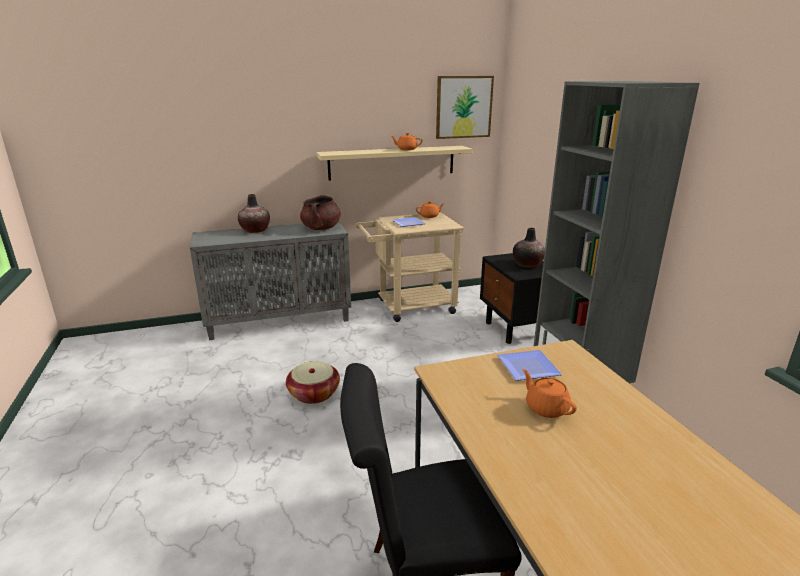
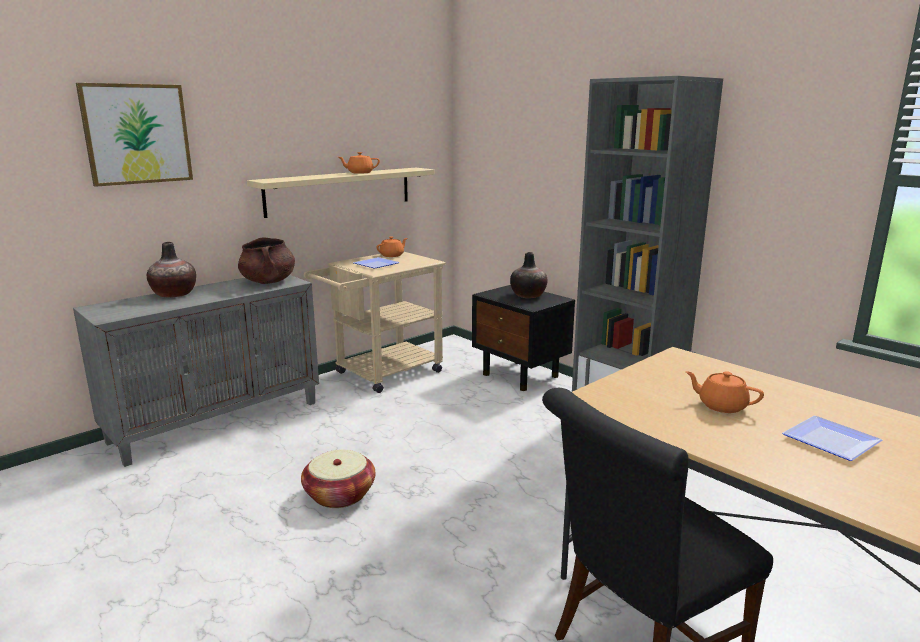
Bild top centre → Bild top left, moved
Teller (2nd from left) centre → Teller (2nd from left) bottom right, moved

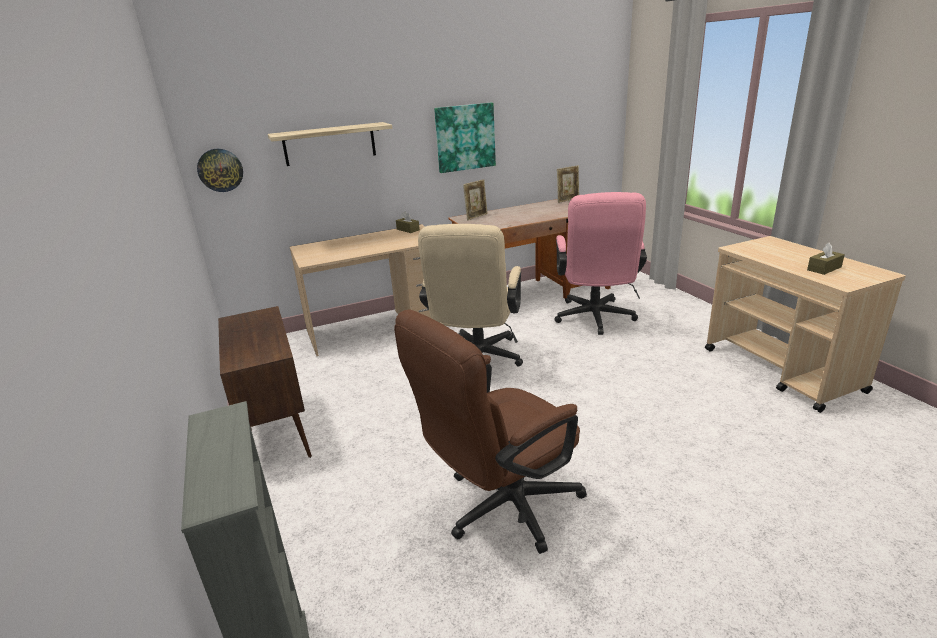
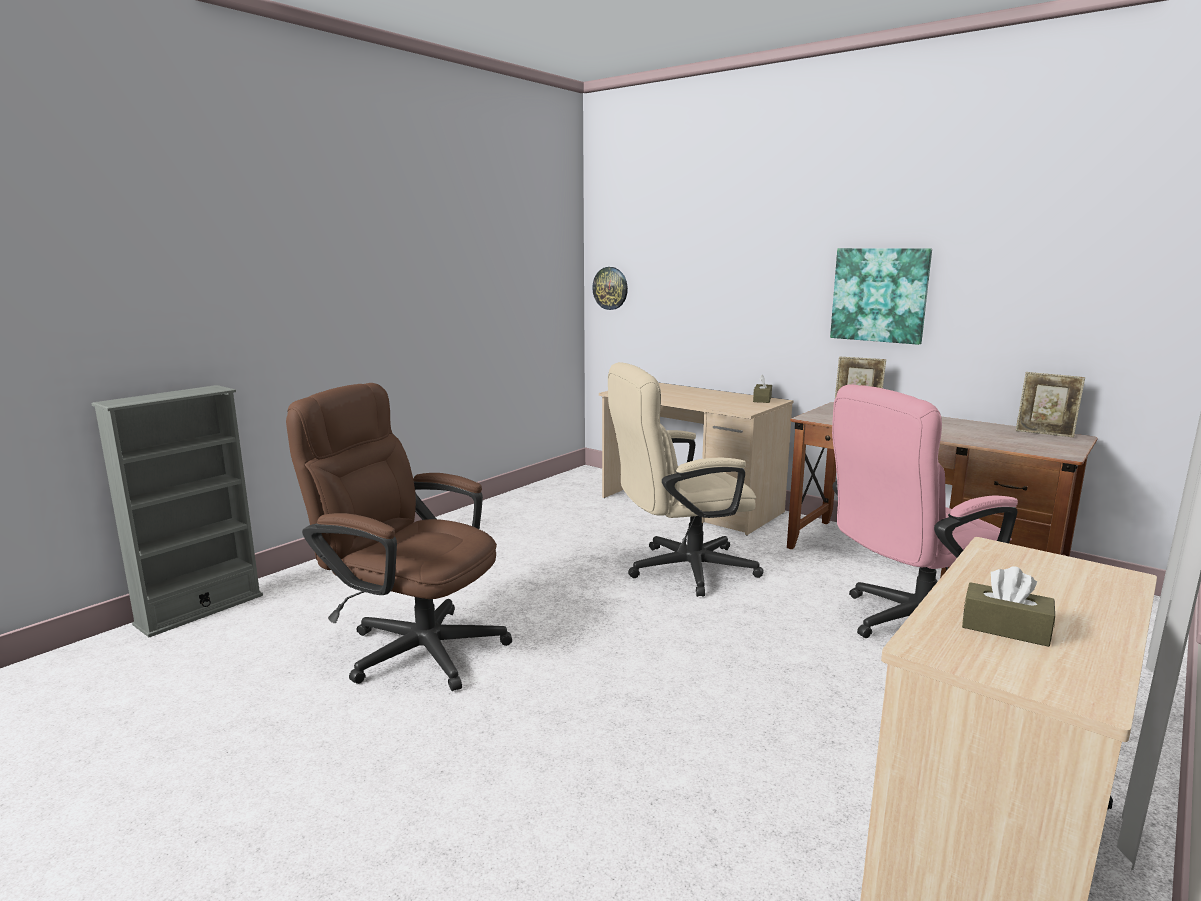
Schrank/braun middle left → -
Wandregal top centre → -

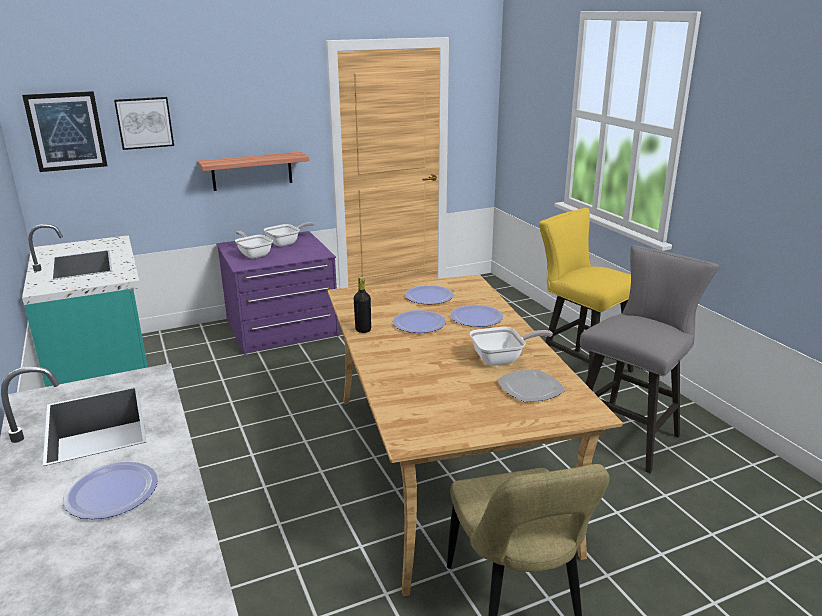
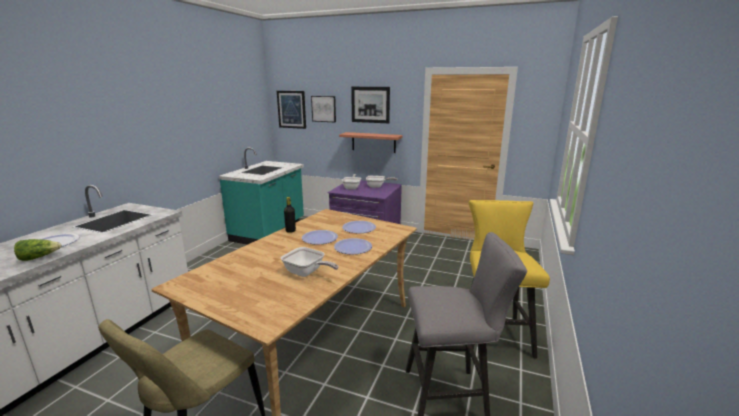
Teller (5th from left) centre → -
- → Salatkopf middle left
- → Bild (3rd from left) top centre

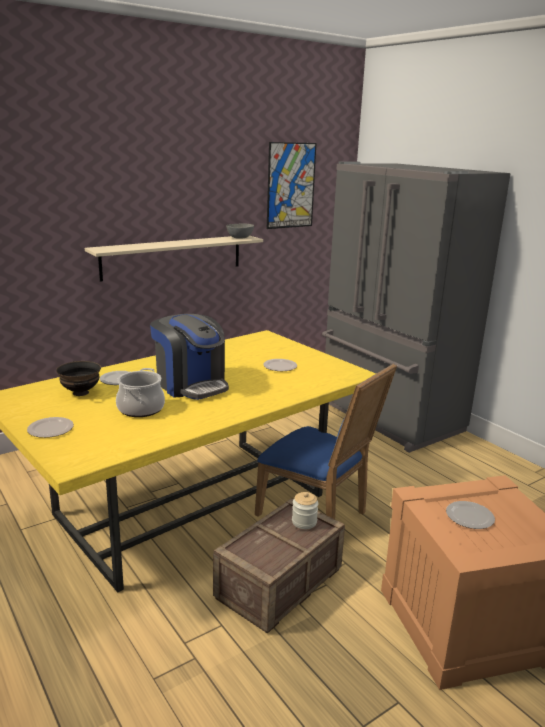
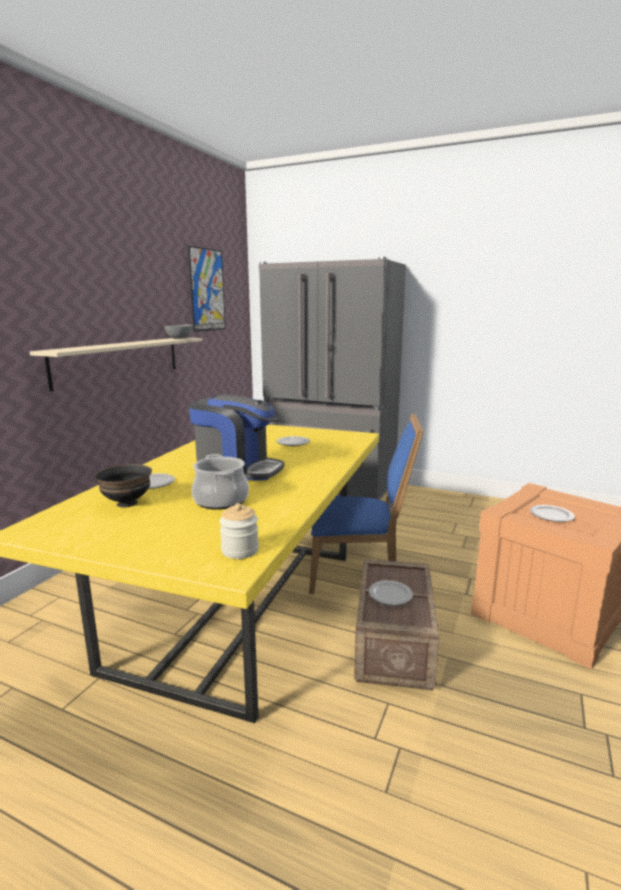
Teller (1st from left in the first image) middle left → Teller (3rd from left) centre, moved
Vorratsglas bottom centre → Vorratsglas centre, moved

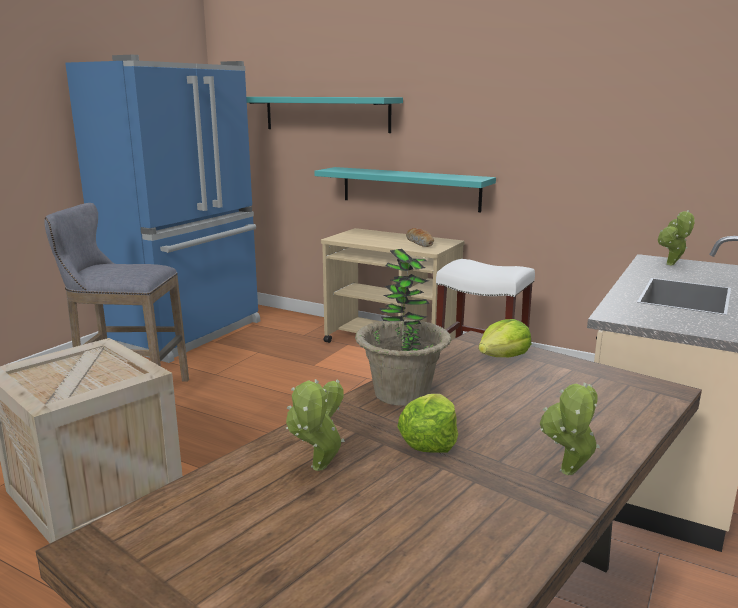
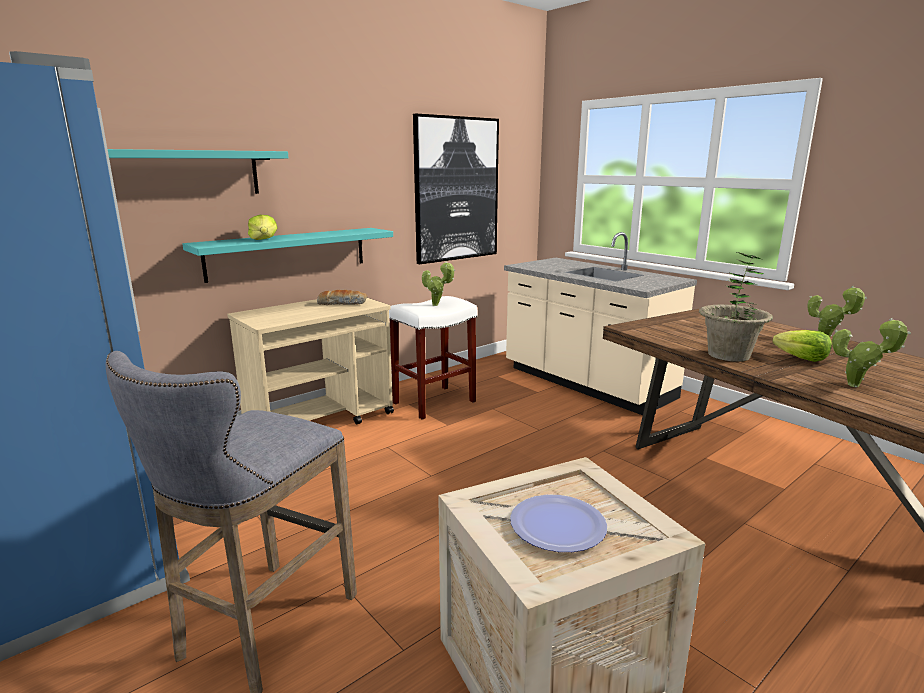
Salatkopf (2nd from left in the first image) middle right → Salatkopf (1st from left) top left, moved
Topfpflanze (4th from left in the first image) middle right → Topfpflanze (1st from left) centre, moved
- → Bild top centre
- → Teller bottom centre

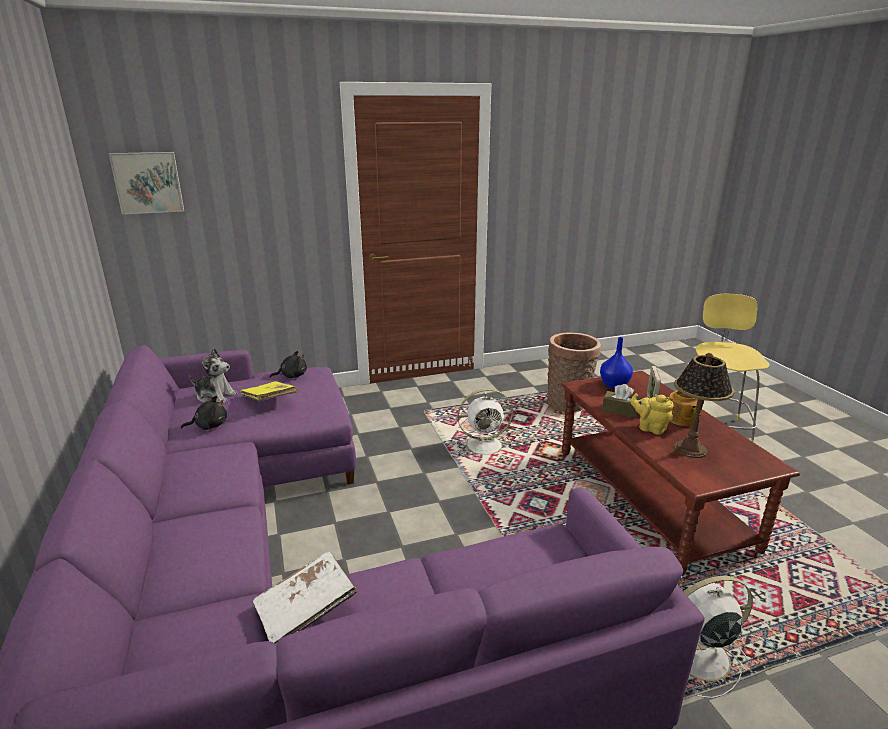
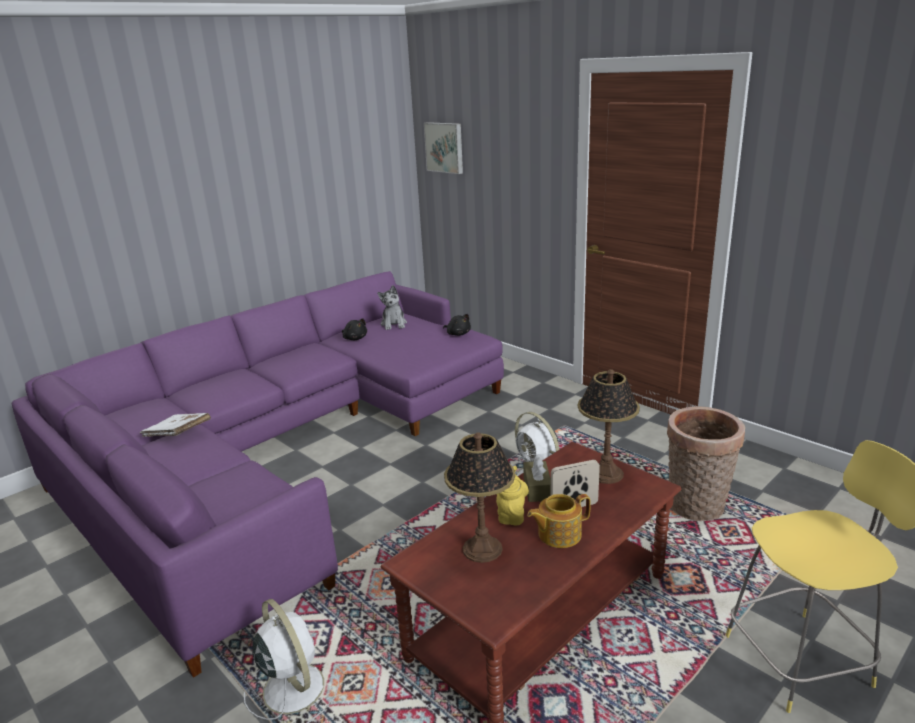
Buch/gelb middle left → -
Vase/blau middle right → Tischlampe (2nd from left) centre

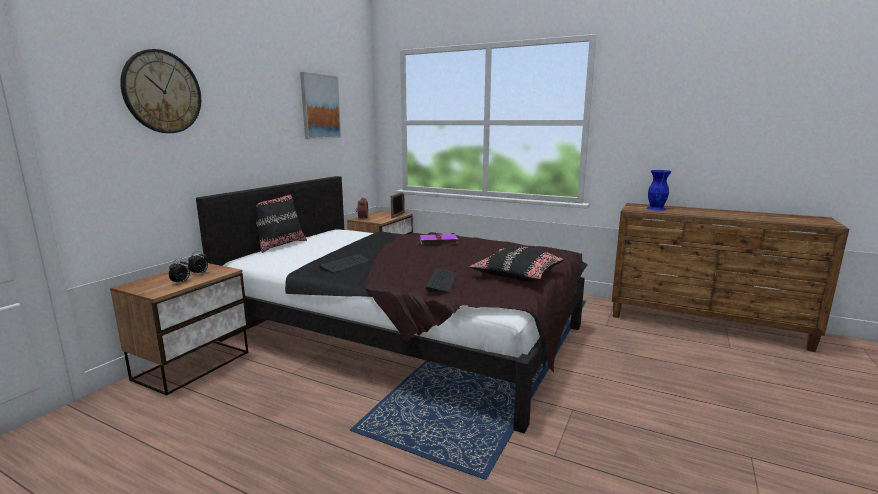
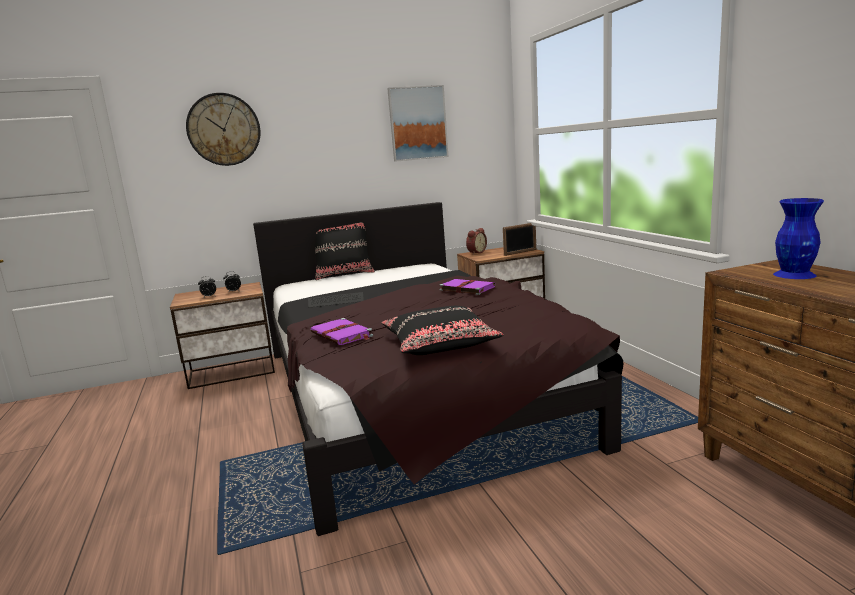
Tastatur (2nd from left) centre → Buch/lila (1st from left) centre

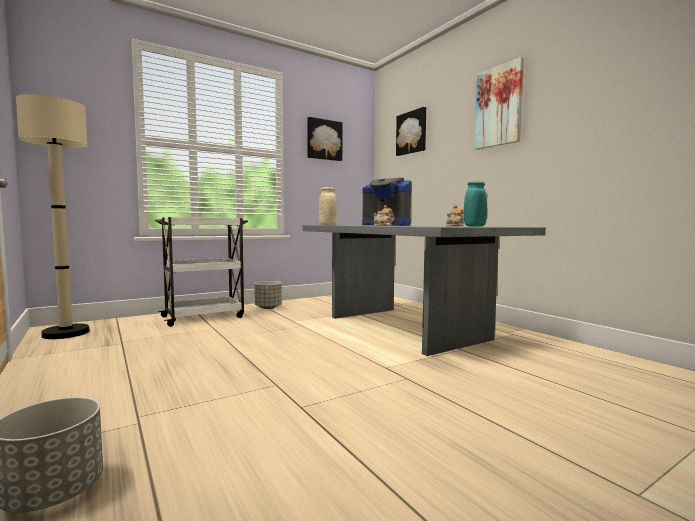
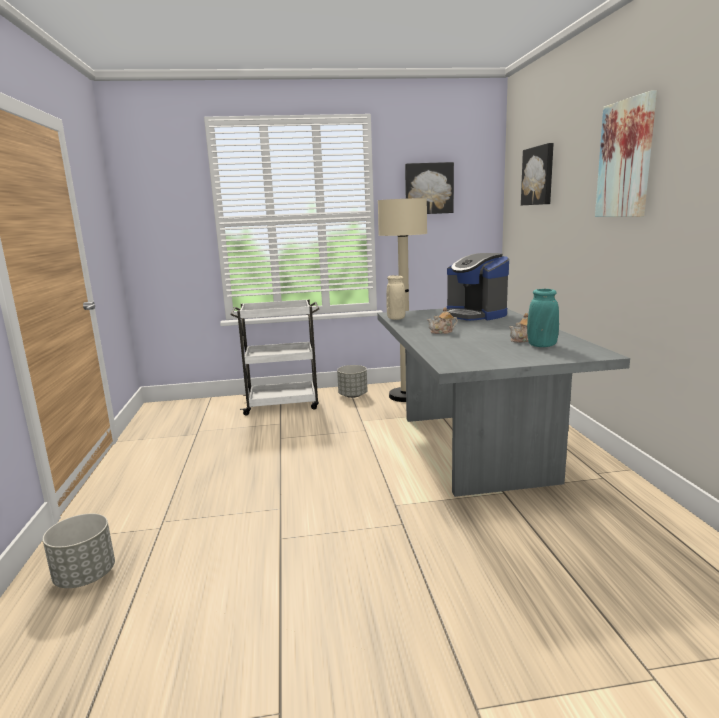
Stehlampe/beige middle left → Stehlampe/beige centre, moved

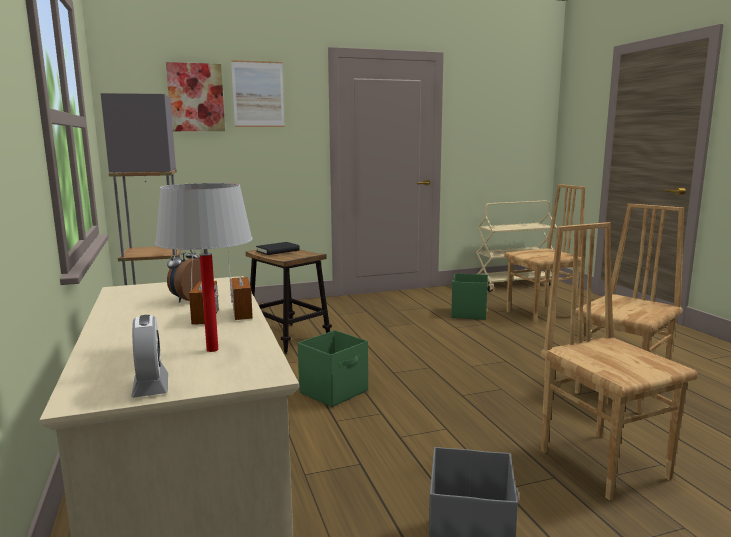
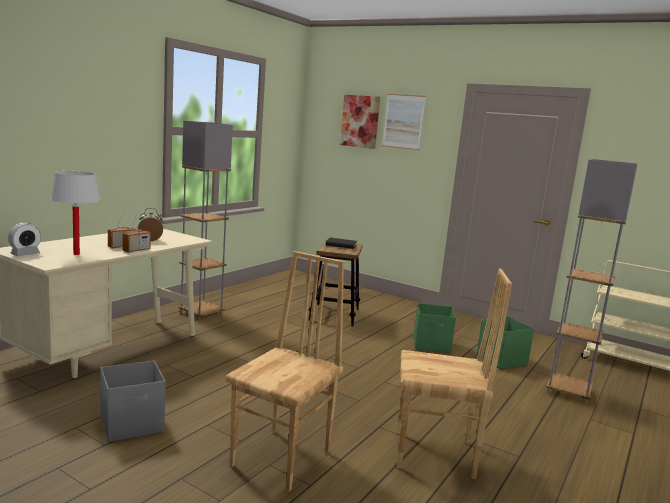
Aufbewahrungsbox/grün (1st from left) bottom centre → Aufbewahrungsbox/grün (1st from left) centre, moved
Stuhl/braun (1st from left) middle right → Stehlampe/grau (2nd from left) middle right

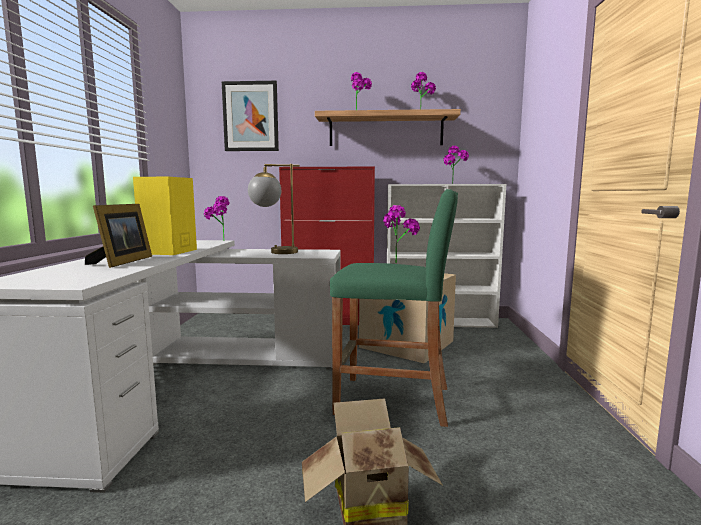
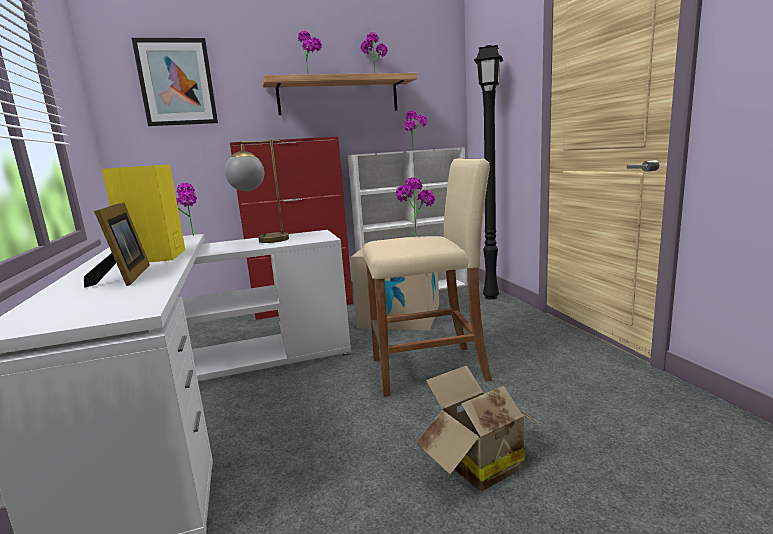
Hocker/grün centre → Hocker/beige centre
- → Stehlampe/schwarz top centre

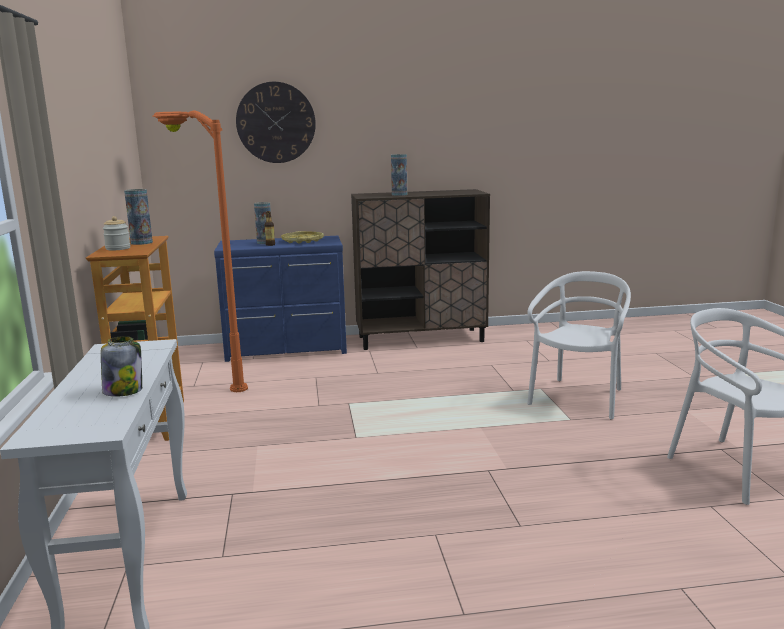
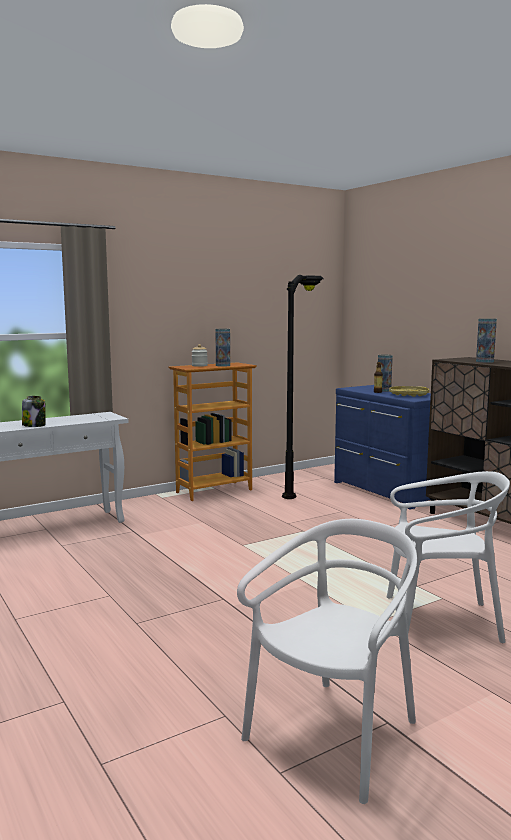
Stehlampe/orange middle left → Stehlampe/schwarz centre
Wanduhr top centre → -

